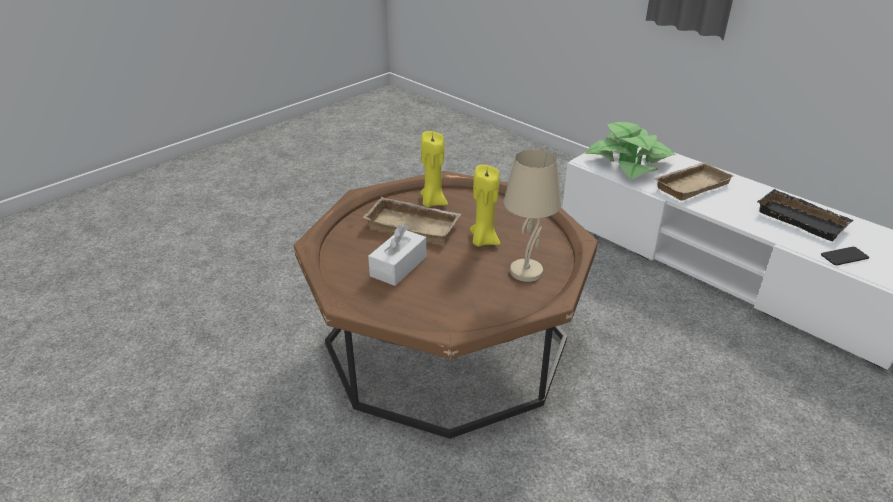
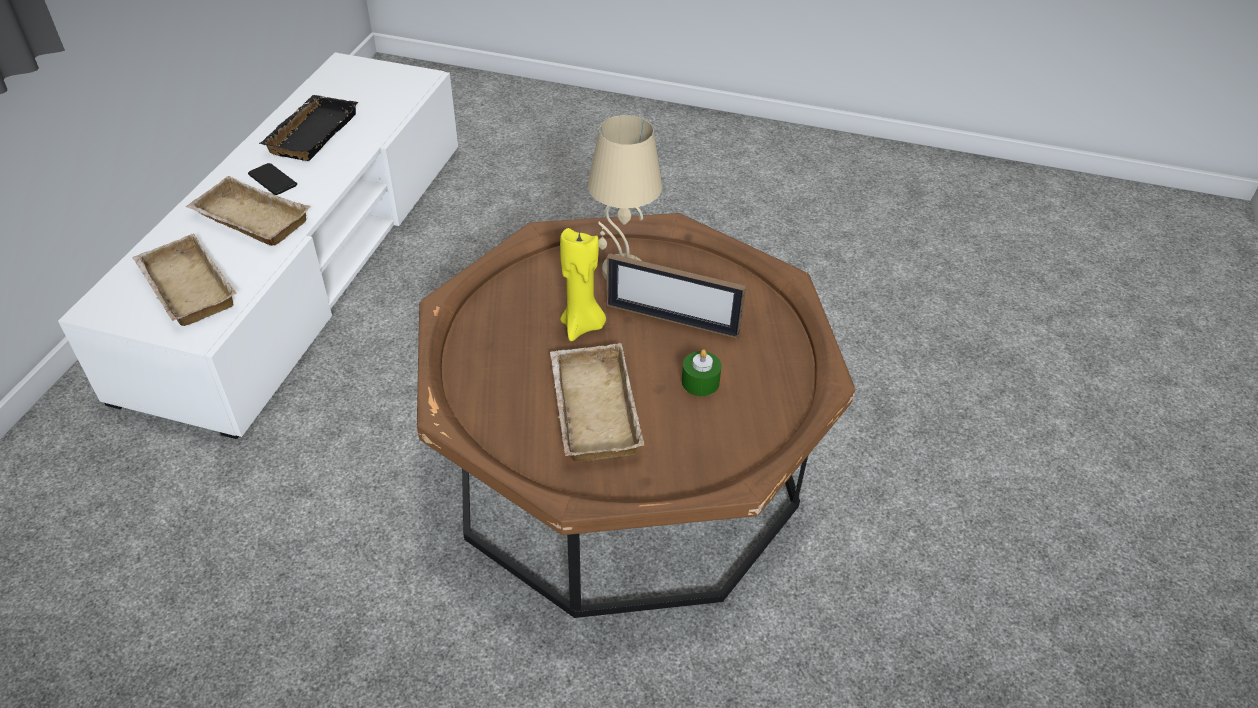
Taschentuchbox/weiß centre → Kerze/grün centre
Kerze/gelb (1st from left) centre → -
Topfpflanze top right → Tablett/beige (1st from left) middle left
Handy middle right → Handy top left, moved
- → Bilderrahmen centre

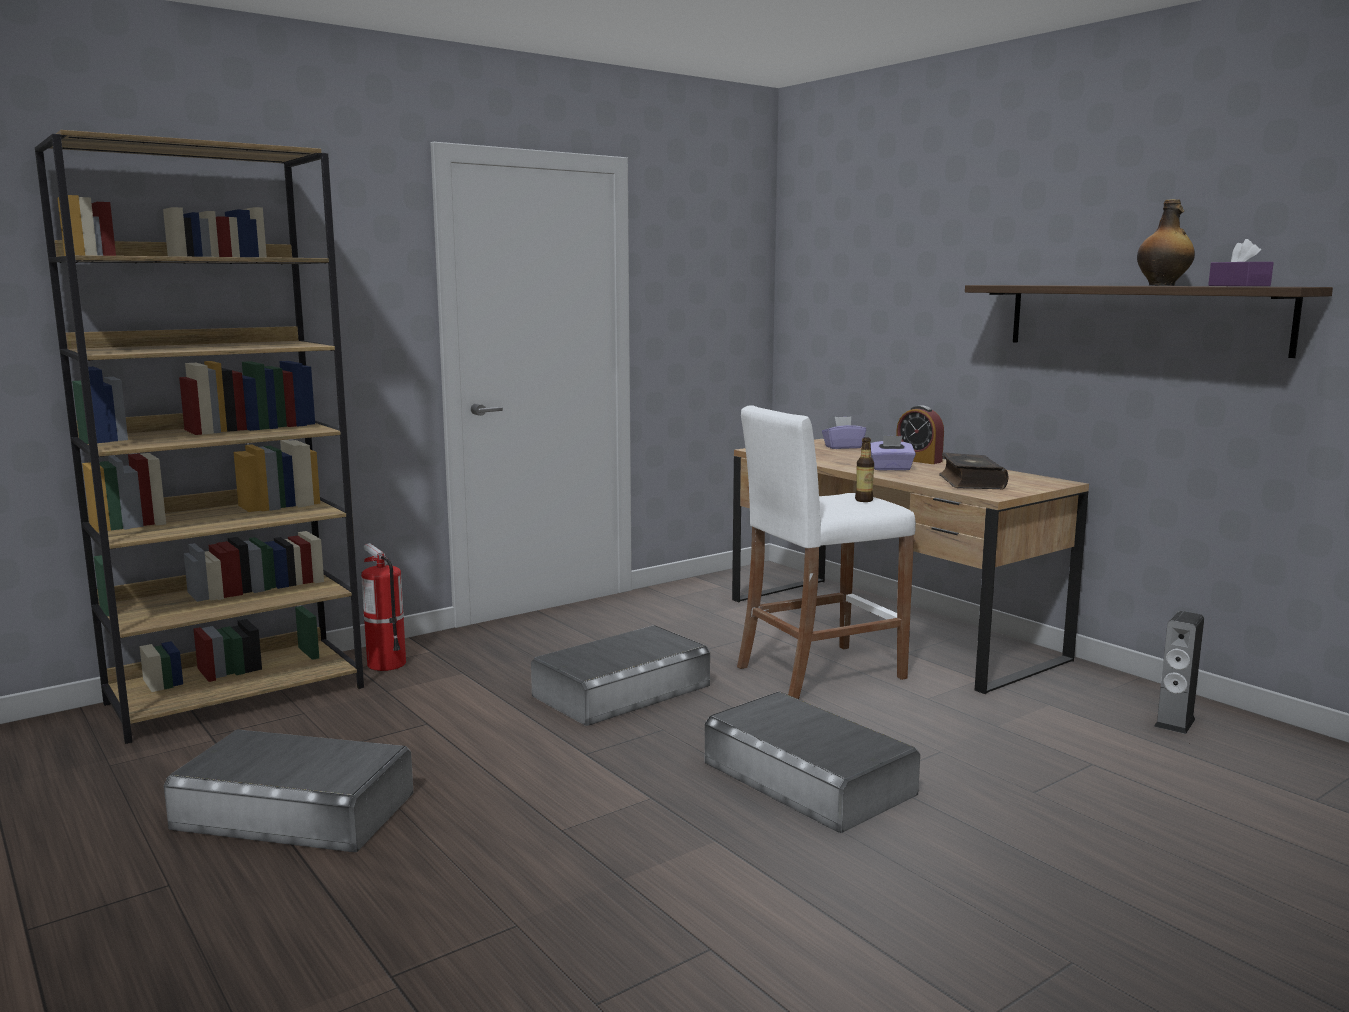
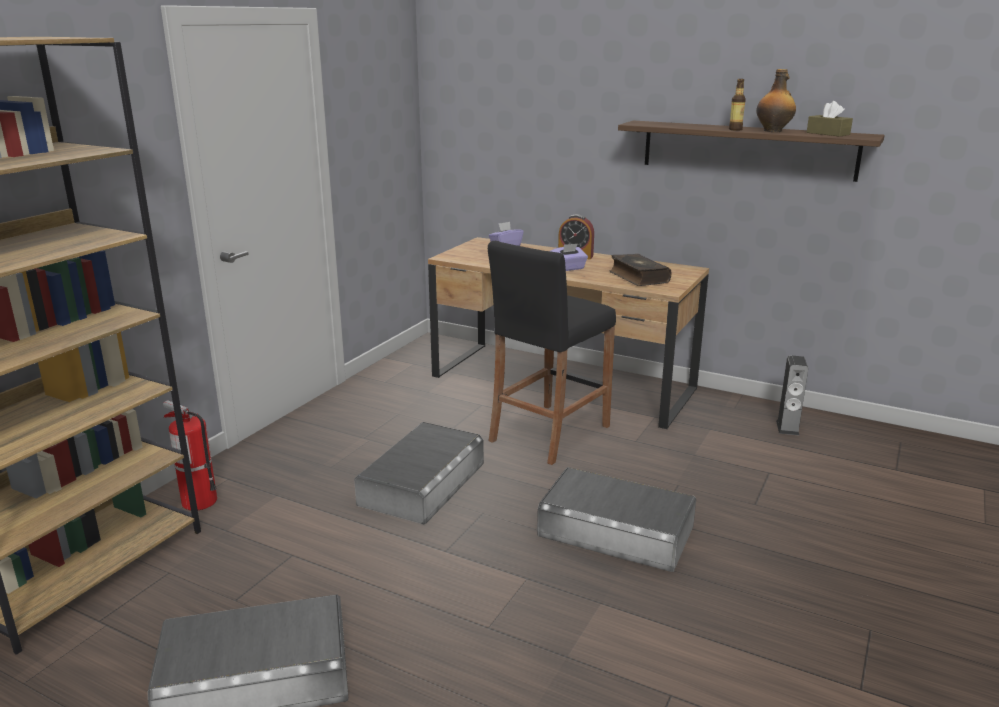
Hocker/weiß centre → Hocker/schwarz centre
Flasche (1st from left) centre → Flasche (1st from left) top right, moved
Taschentuchbox/lila (3rd from left) top right → Taschentuchbox/braun top right

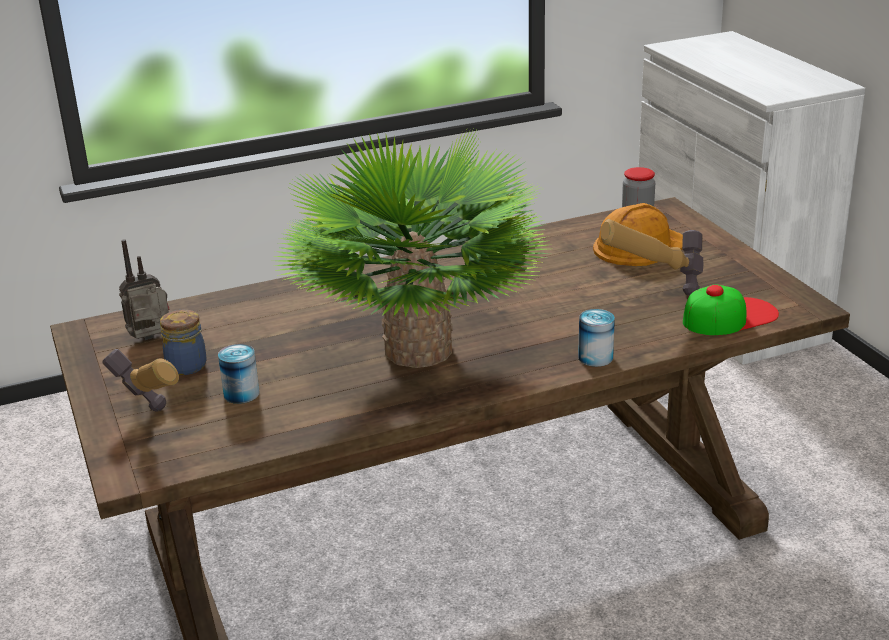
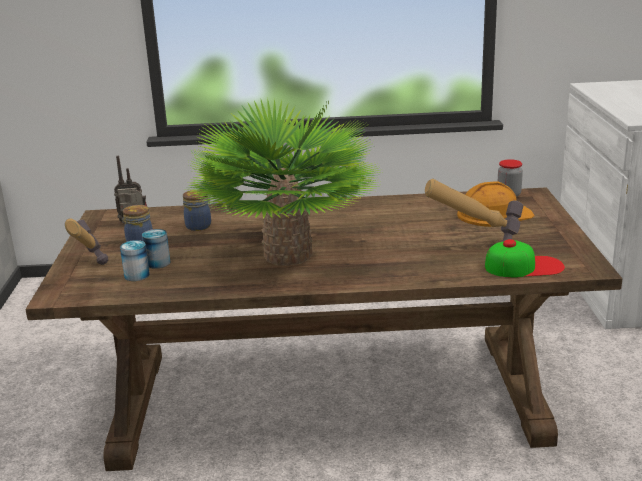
Dose (2nd from left in the first image) middle right → Dose (1st from left) middle left, moved
- → Vorratsglas (2nd from left) middle left

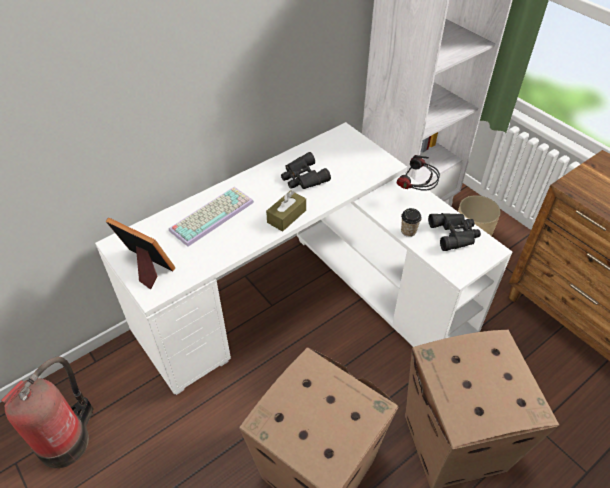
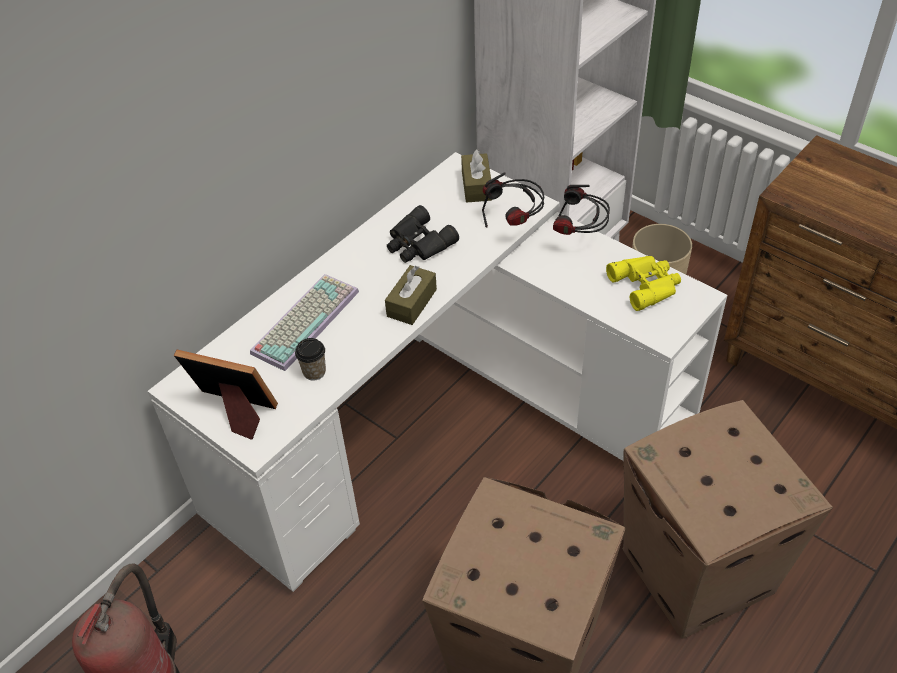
Tasse middle right → Tasse centre, moved
Fernglas/schwarz (2nd from left) middle right → Fernglas/gelb middle right
- → Taschentuchbox/braun (2nd from left) top centre
- → Kopfhörer (1st from left) top centre

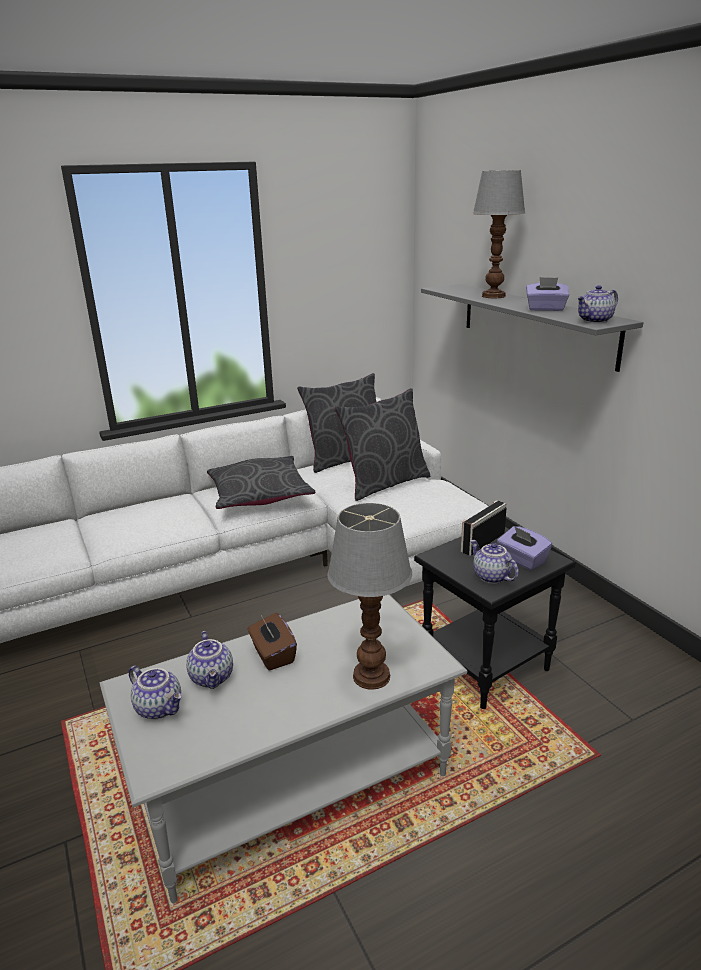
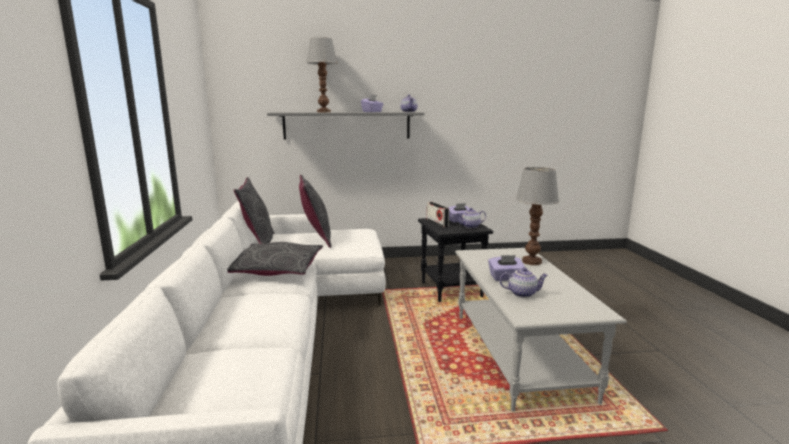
Teekanne (1st from left) bottom left → -
Taschentuchbox/braun centre → Taschentuchbox/lila (3rd from left) centre

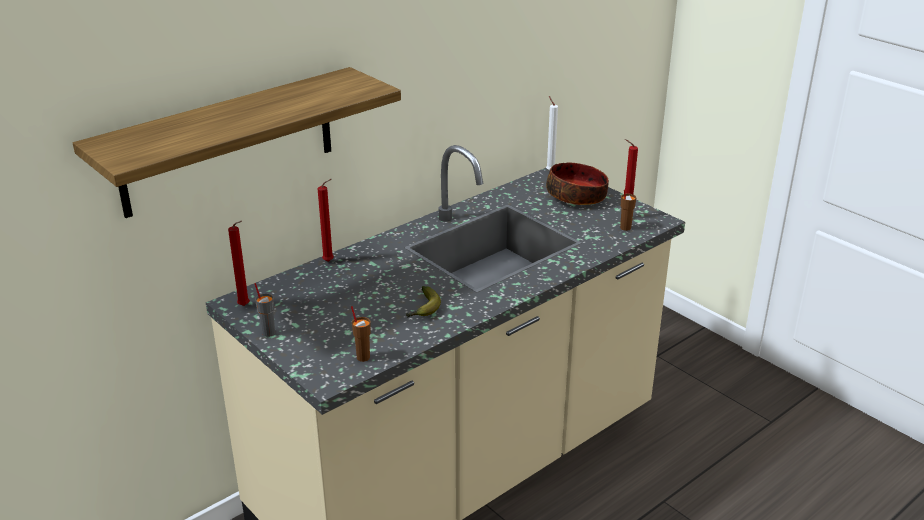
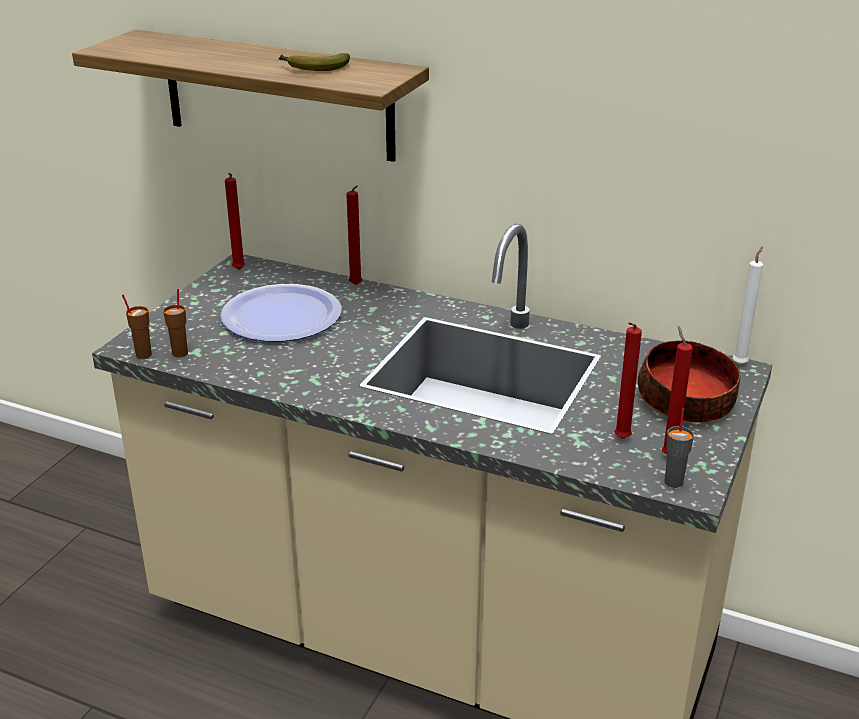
Tasse/grau middle left → Tasse/grau middle right, moved
Banane centre → Banane top centre, moved
Tasse/braun (2nd from left in the first image) middle right → Tasse/braun (1st from left) middle left, moved
- → Teller middle left
- → Kerze/rot (3rd from left) middle right

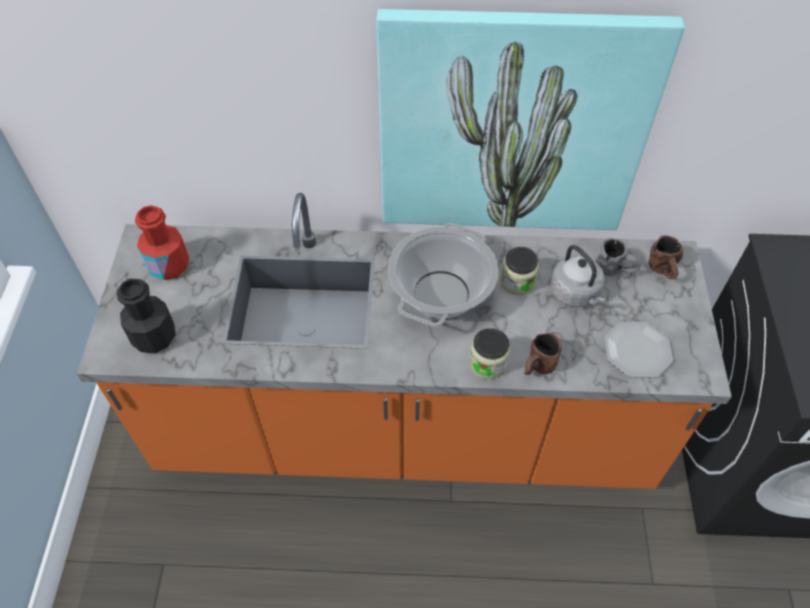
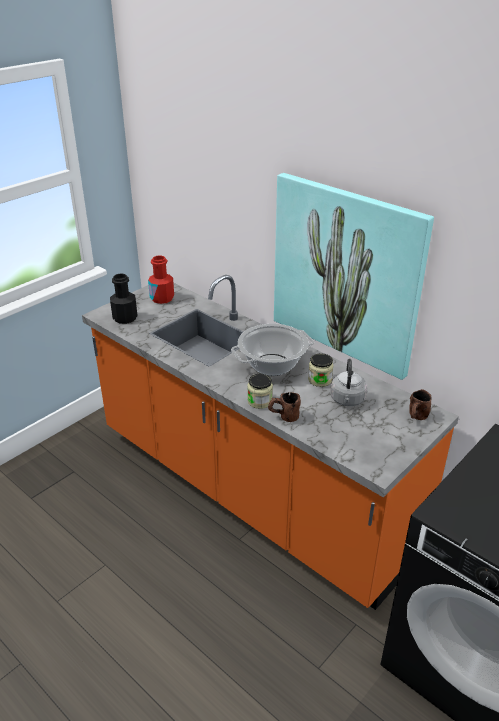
Henkelbecher/grau middle right → -
Teller middle right → -

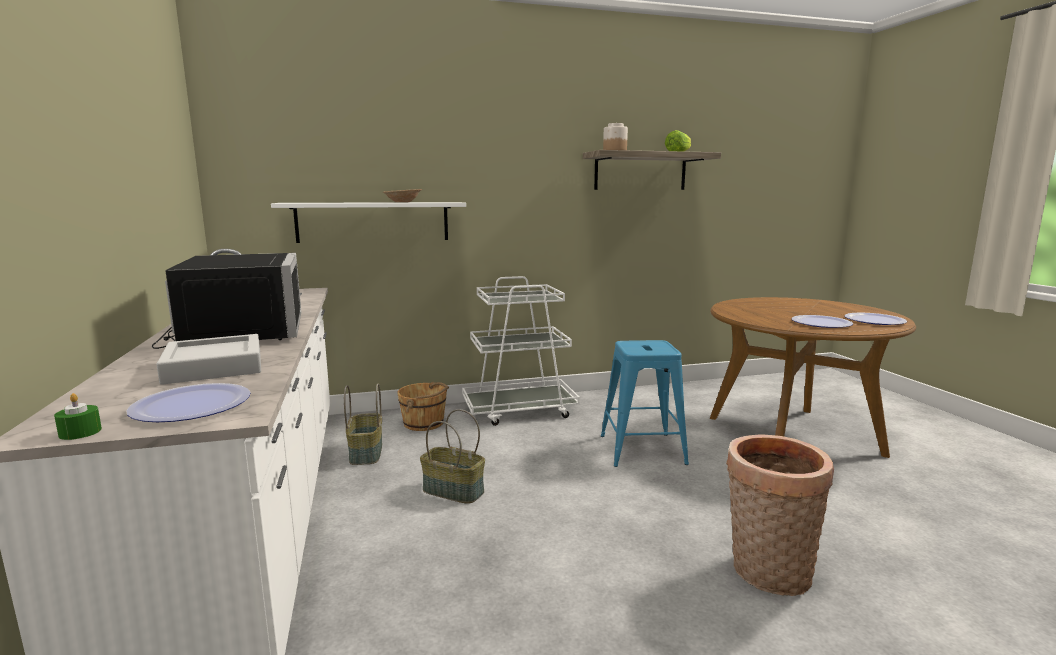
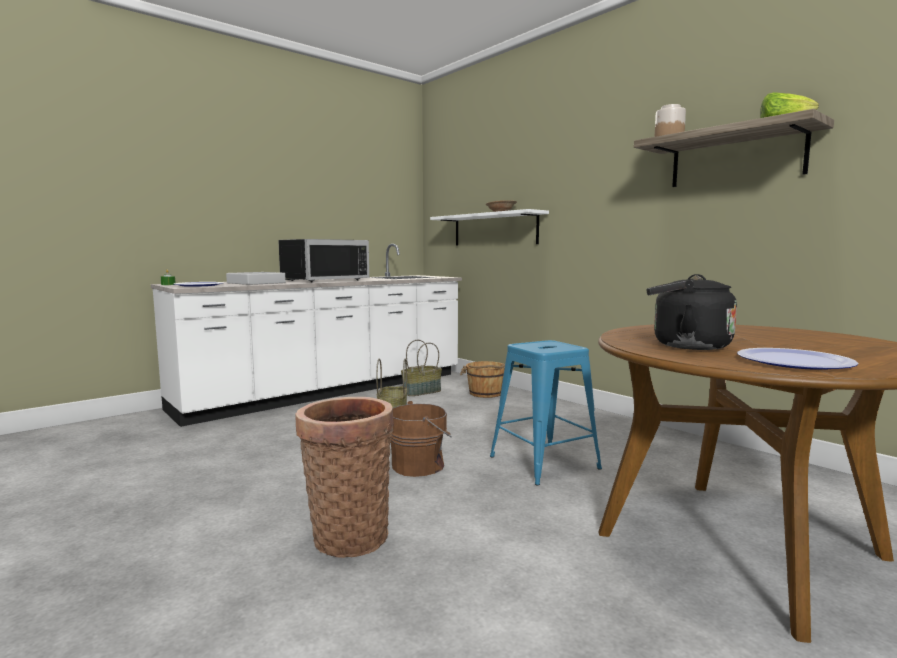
Rollwagen/weiß centre → -
Teller (2nd from left) middle right → Wasserkessel/schwarz middle right
- → Eimer/braun (1st from left) bottom centre

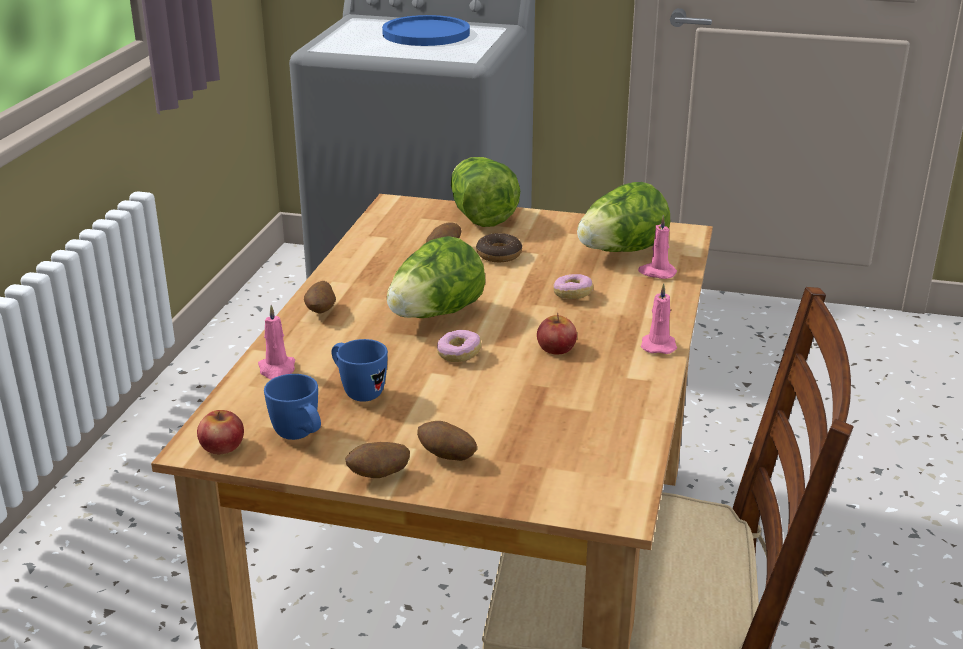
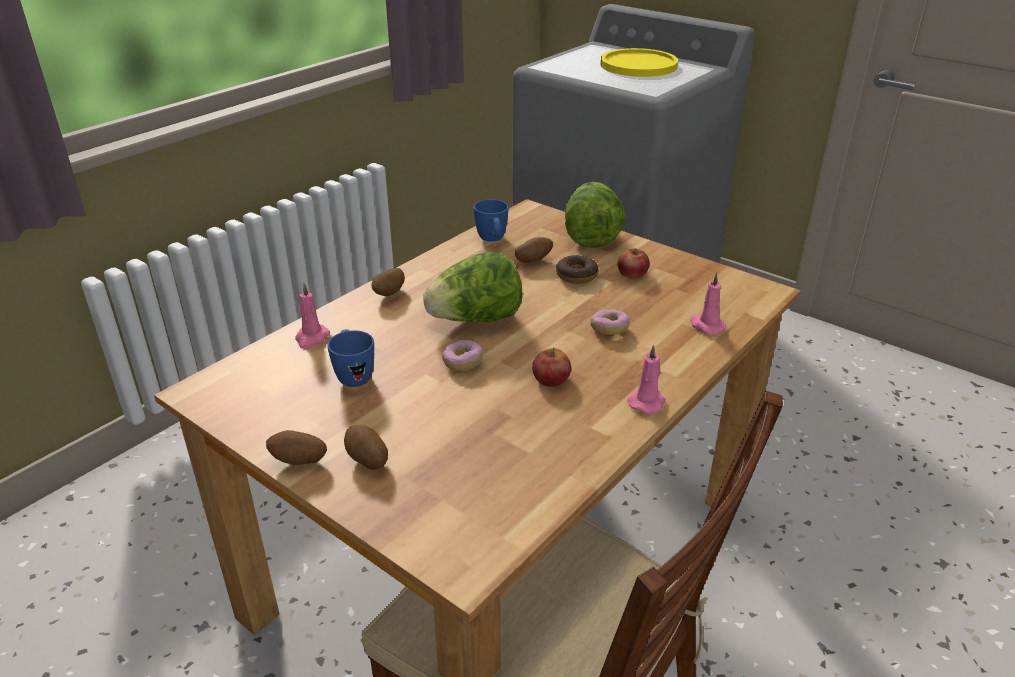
Apfel (1st from left in the first image) middle left → Apfel (2nd from left) centre, moved
Henkelbecher/blau (1st from left in the first image) middle left → Henkelbecher/blau (2nd from left) top centre, moved
Teller/blau top centre → Teller/gelb top centre
Salatkopf (3rd from left) centre → -

